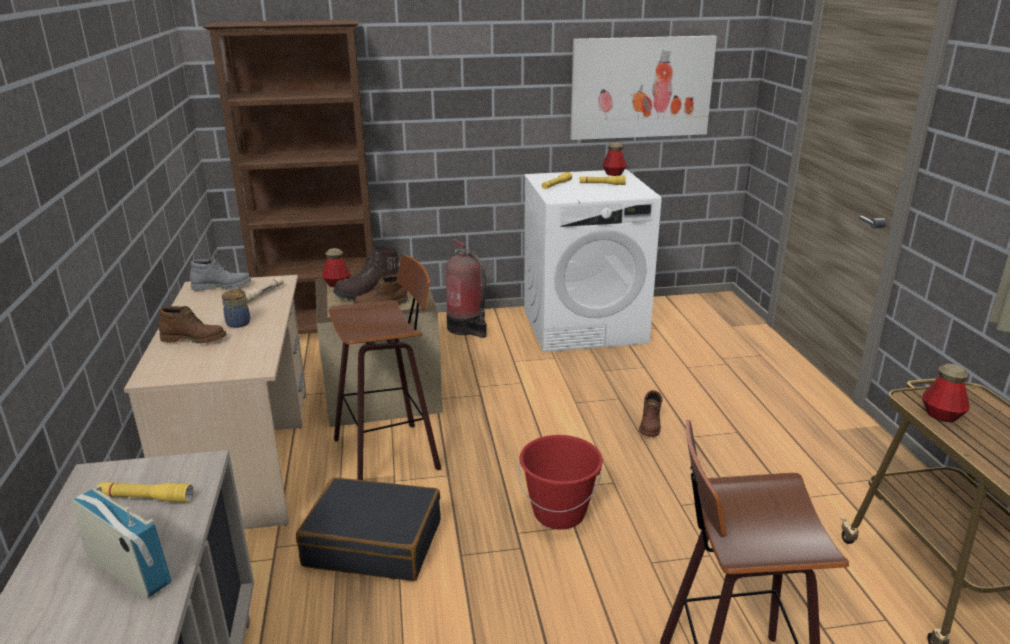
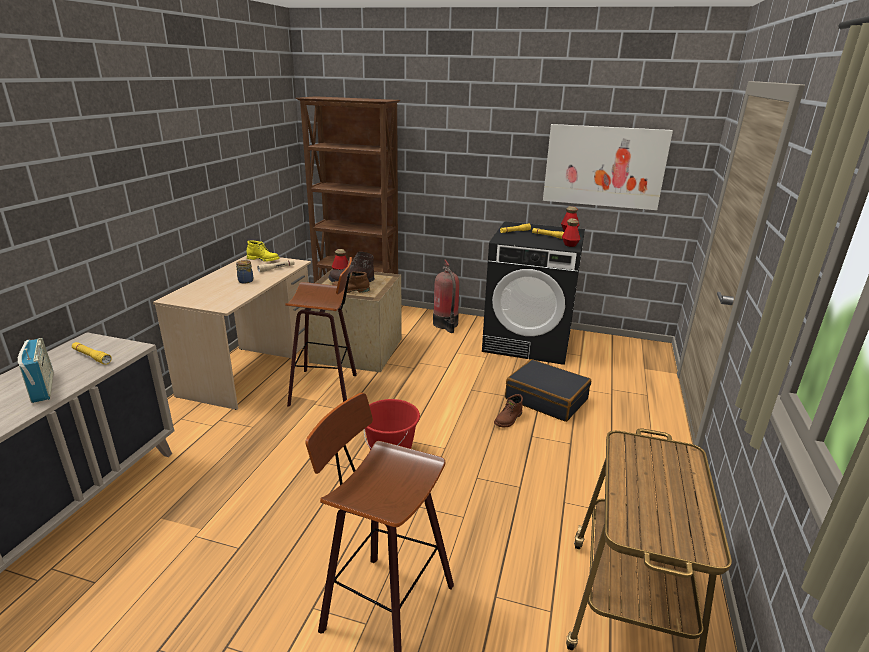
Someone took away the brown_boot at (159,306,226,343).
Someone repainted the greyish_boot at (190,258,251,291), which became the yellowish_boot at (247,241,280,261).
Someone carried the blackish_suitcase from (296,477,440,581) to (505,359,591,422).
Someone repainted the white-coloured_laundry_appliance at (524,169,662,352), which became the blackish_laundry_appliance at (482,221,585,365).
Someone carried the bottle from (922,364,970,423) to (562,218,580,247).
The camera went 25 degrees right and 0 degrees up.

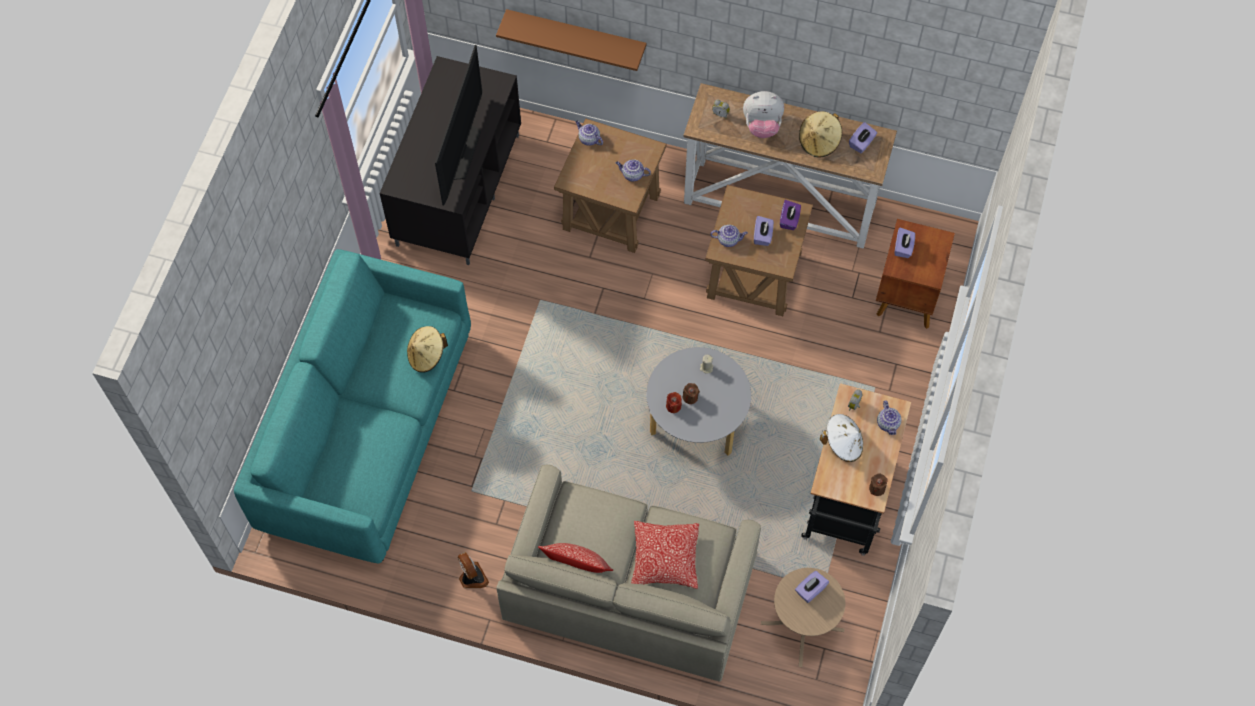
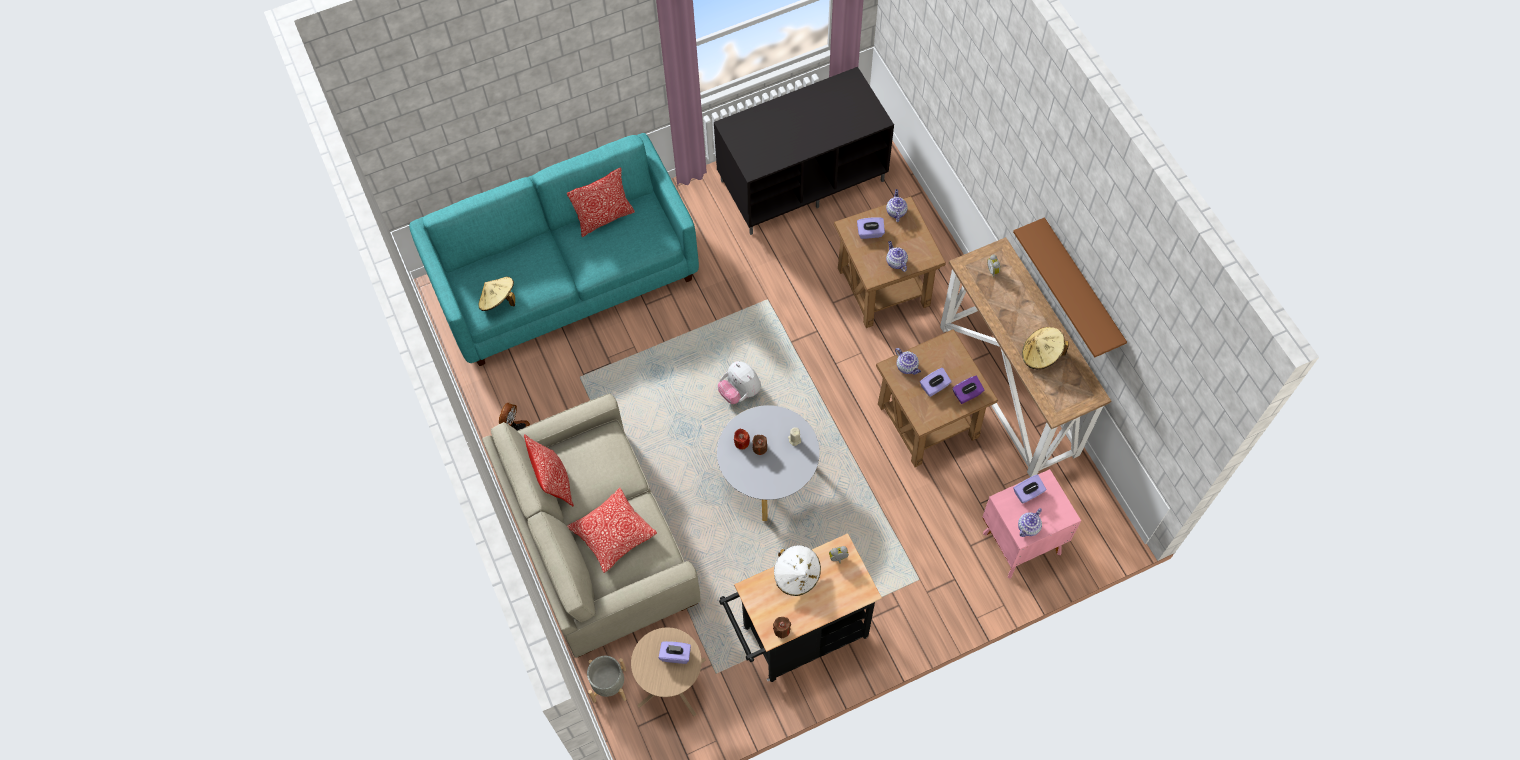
Someone carried the beige-coloured_clothing_hat from (407,326,448,373) to (478,276,515,311).
Someone took away the TV_set at (435,45,482,206).
Someone carried the brown_shelf from (496,9,647,71) to (1013,217,1127,358).
Someone carried the plush_toy from (743,91,784,138) to (718,361,761,404).
Someone carried the purple_tissue_box from (849,122,877,154) to (857,217,885,239).
Someone repainted the brown_bedside_table at (876,219,955,329), which became the pink_bedside_table at (982,469,1081,579).
Someone carried the teapot from (877,400,901,435) to (1018,508,1042,537).
Someone put down the cushion at (567,167,635,237).
Someone put down the greyish_plant_pot at (587,656,626,702).
The camera went 50 degrees right and 0 degrees up.

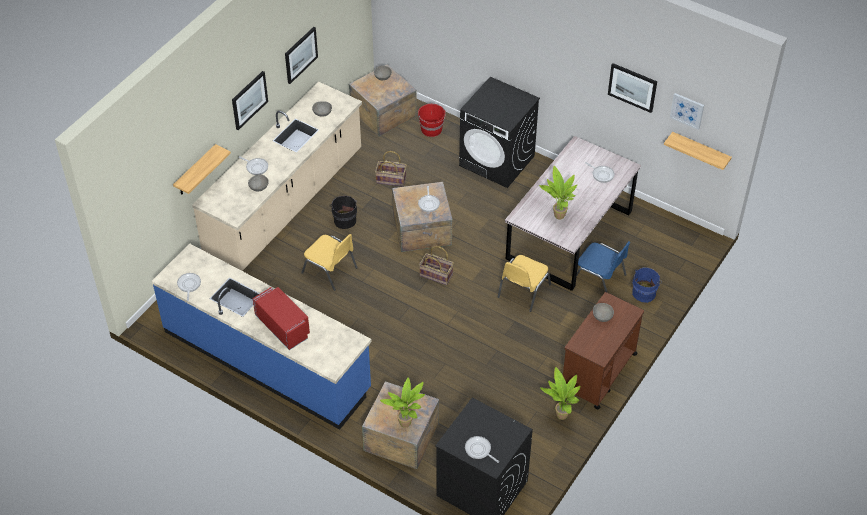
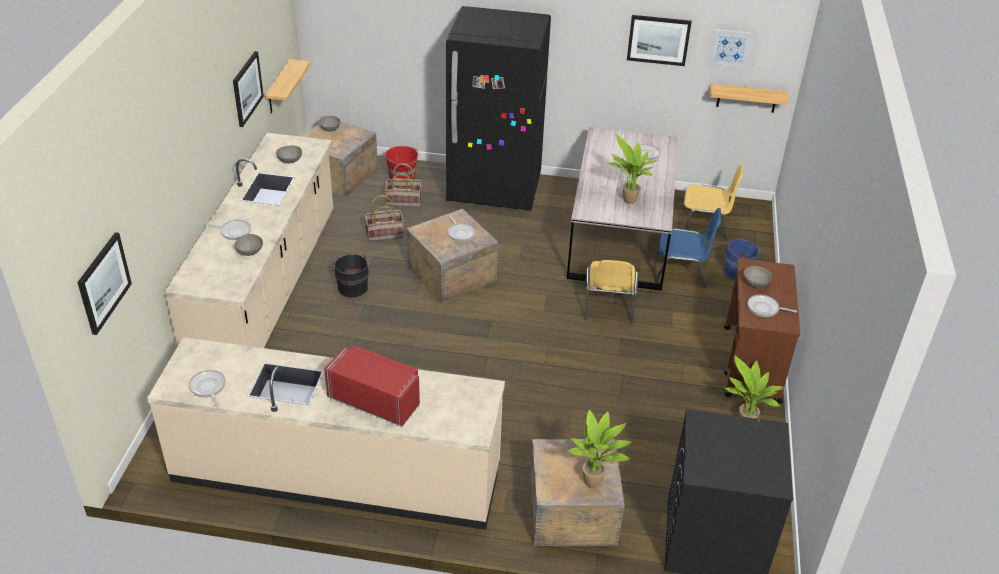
Someone repainted the blue_counter at (152,243,372,430), which became the beige-coloured_counter at (147,337,505,530).
Someone carried the shelf from (173,144,231,195) to (265,59,310,113).
Someone carried the picture from (232,71,268,130) to (77,232,132,335).
Someone carried the yellowish_upright_chair from (301,234,358,291) to (681,164,744,240).
Someone carried the household_basket from (419,246,454,285) to (385,163,422,207).
Someone swapped the blackish_laundry_appliance at (459,77,540,188) for the blackish_fridge at (446,6,551,211).
Someone carried the frying_pan from (465,436,499,463) to (747,295,797,317).
The camera went 25 degrees left and 10 degrees down.

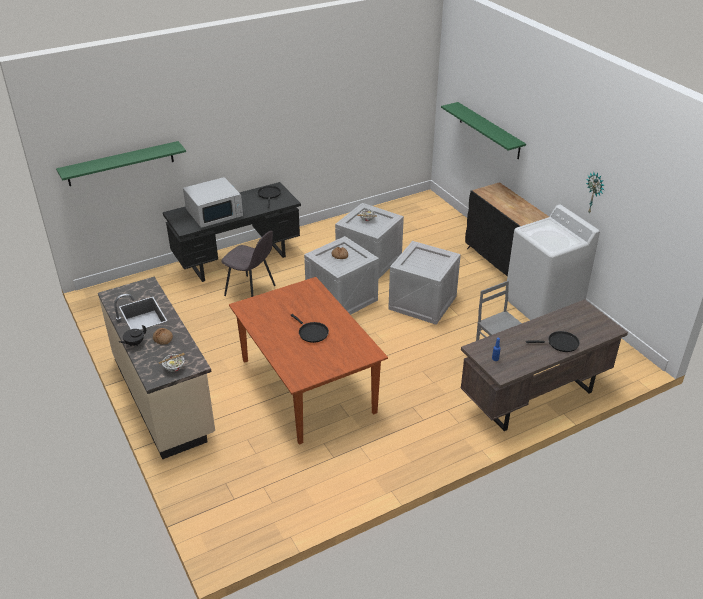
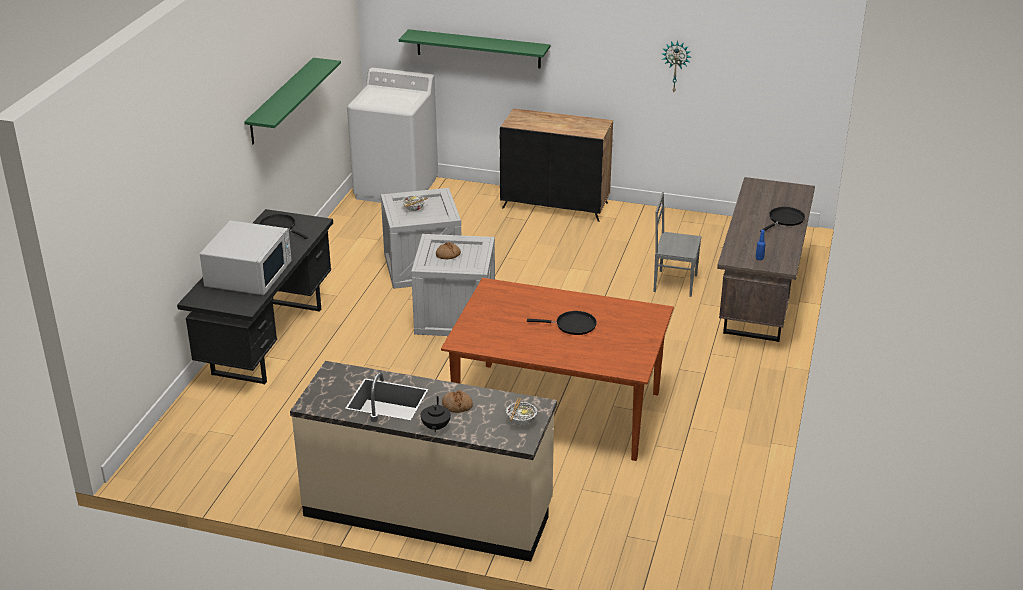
Someone carried the greenish_shelf from (56,141,186,186) to (244,58,341,144).
Someone took away the greyish_upright_chair at (221,231,276,297).
Someone took away the packing_crate at (388,241,461,325).
Someone carried the white-coloured_laundry_appliance from (507,205,600,320) to (347,68,438,203).
The camera went 45 degrees left and 5 degrees down.

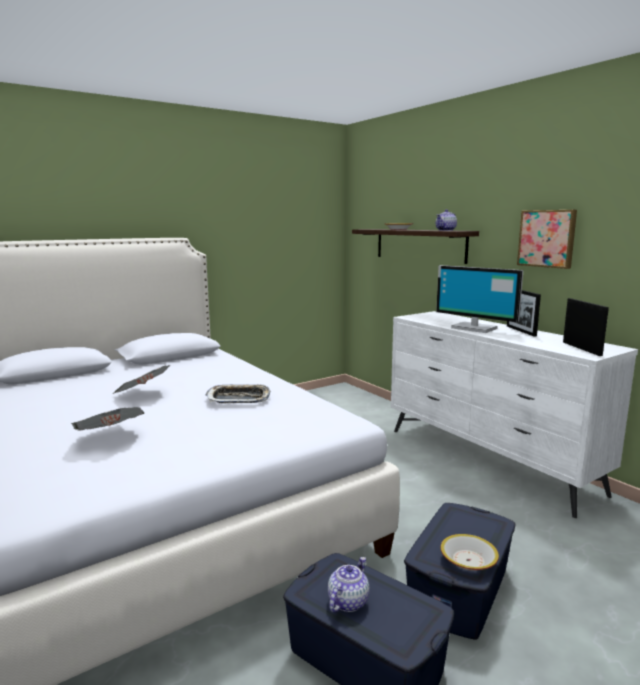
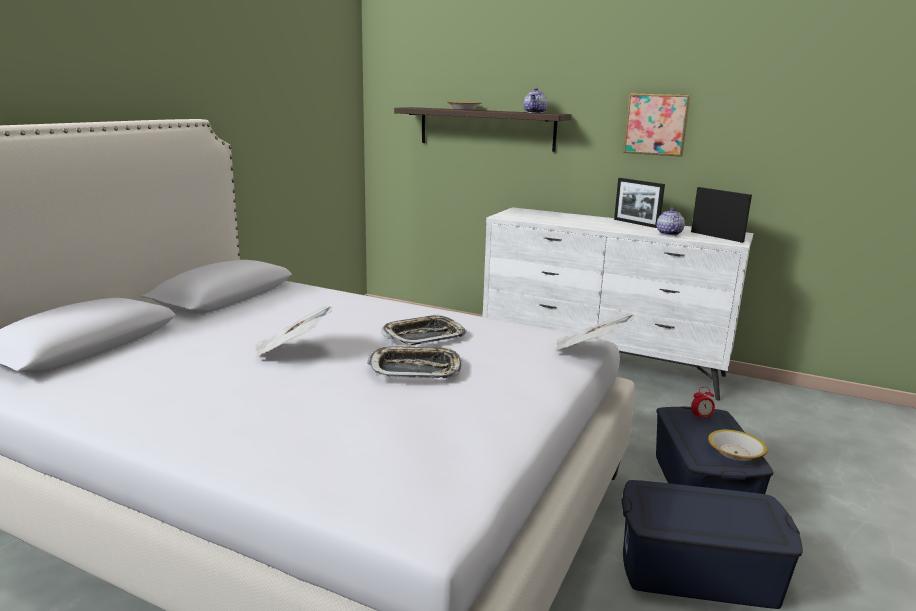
Someone carried the newspaper from (71,407,144,431) to (555,313,635,351).
Someone carried the teapot from (328,557,370,612) to (657,208,685,236).
Someone took away the computer_screen at (436,265,524,333).
Someone put down the carrying_tray at (367,346,462,379).
Someone put down the table_clock at (691,387,715,420).
The camera went 30 degrees left and 5 degrees up.

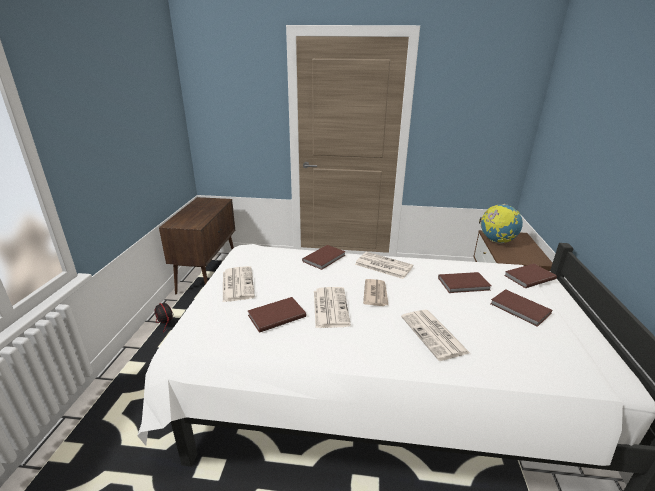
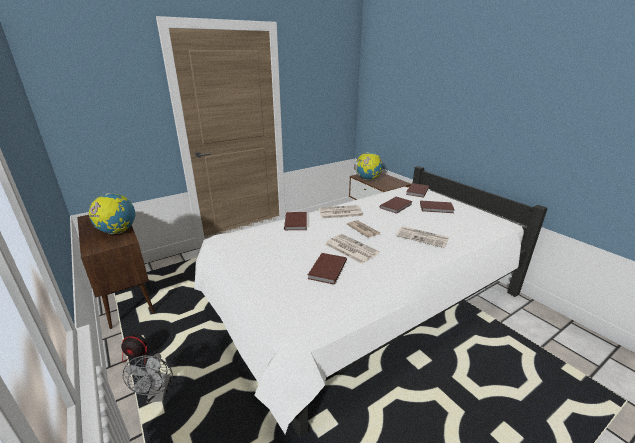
Someone took away the newspaper at (223,266,255,302).
Someone put down the globe at (89,193,135,234).
Someone put down the greyish_cooling_fan at (122,353,173,403).
The camera went 40 degrees left and 0 degrees up.

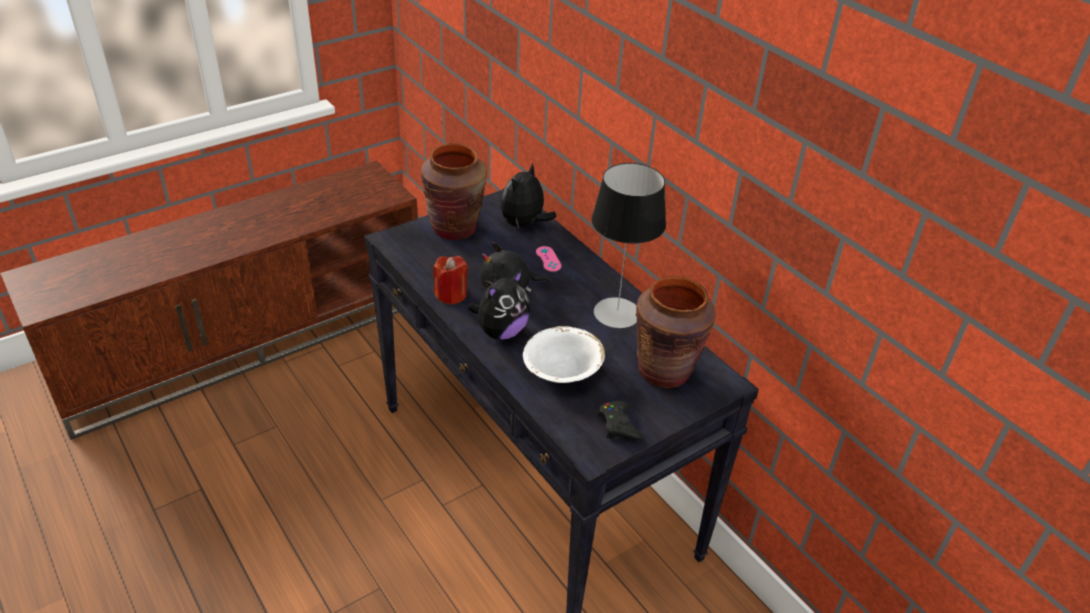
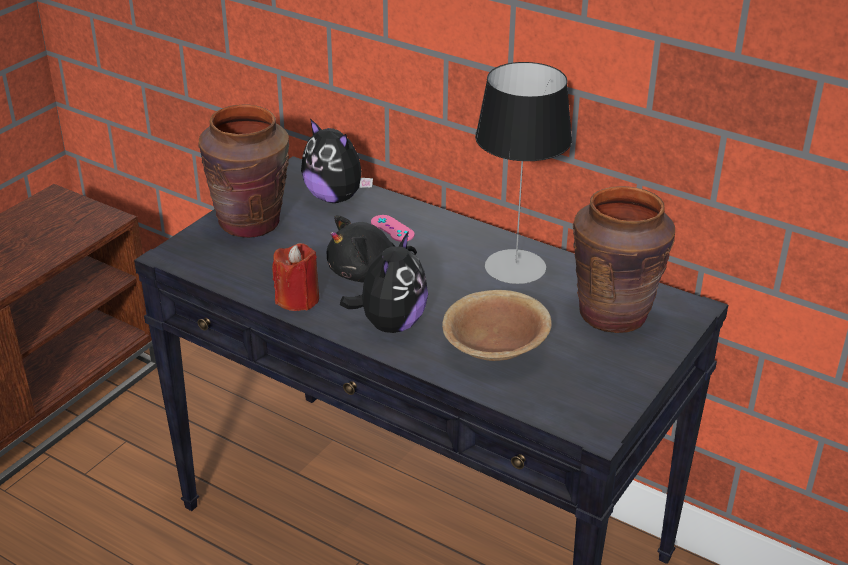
Someone rotated the plush_toy at (501,162,557,228) by 60 degrees counterclockwise.
Someone repainted the white-coloured_deep_dish at (523,326,605,383), which became the brown_deep_dish at (442,290,552,361).
Someone took away the blackish_game_controller at (598,401,644,440).
The camera went 20 degrees left and 5 degrees down.

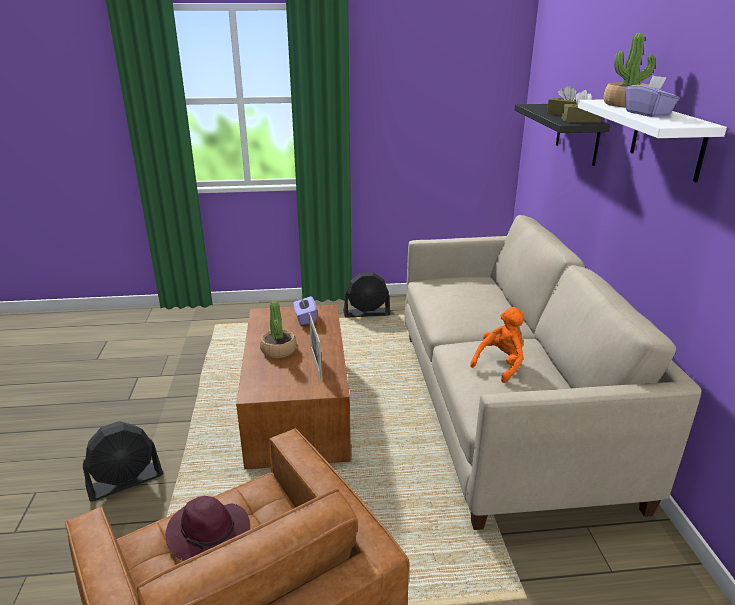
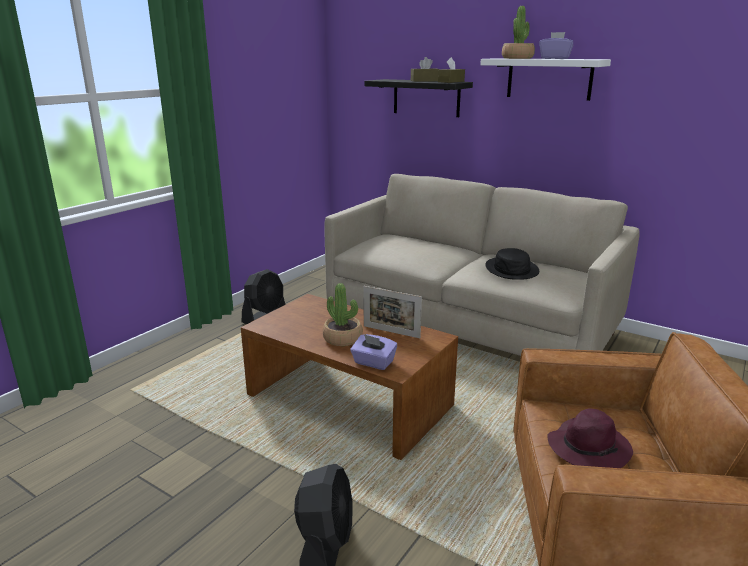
Someone carried the purple_tissue_box from (294,296,317,325) to (350,334,397,370).
Someone swapped the orange-coloured_plush_toy at (470,307,524,383) for the blackish_clothing_hat at (485,248,539,280).
The camera went 50 degrees left and 5 degrees down.

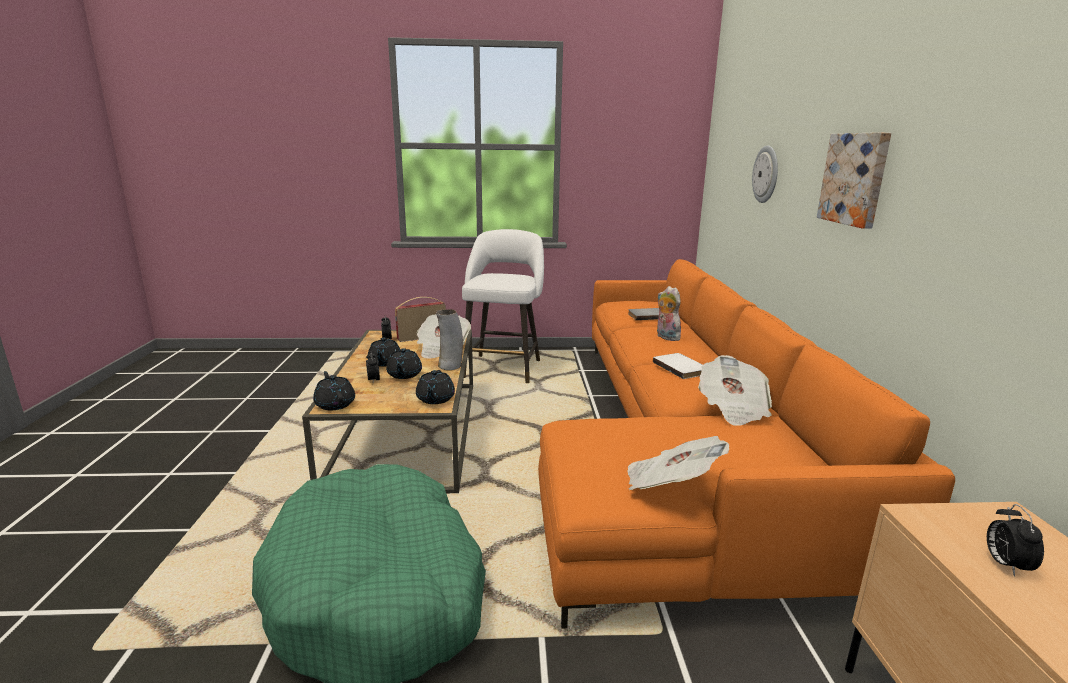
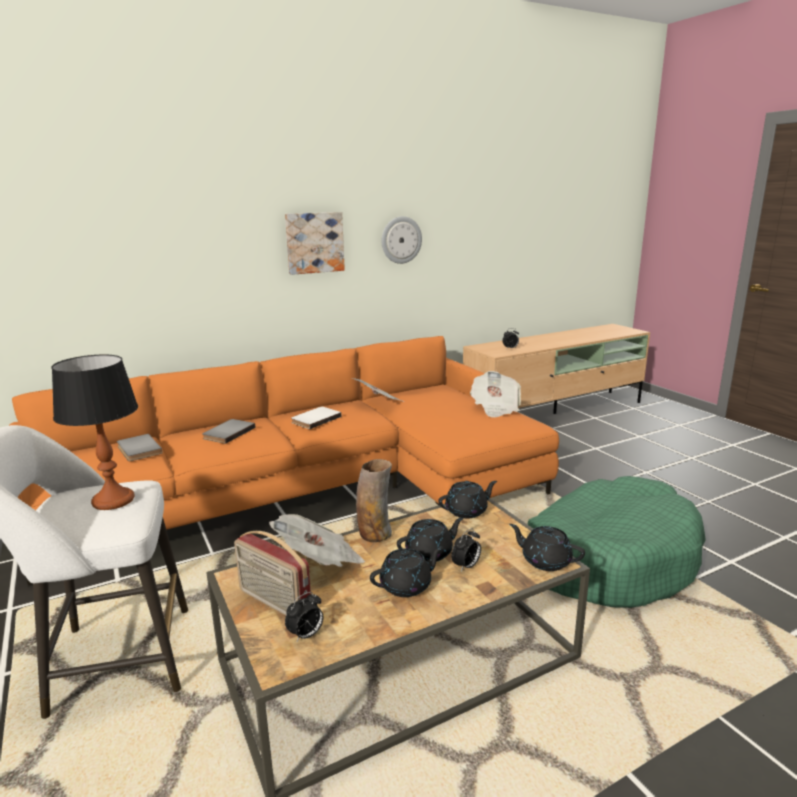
Someone rotated the blackish_teapot at (313,371,355,410) by 90 degrees clockwise.
Someone swapped the plush_toy at (657,286,681,341) for the greyish_book at (202,419,255,444).
Someone carried the wall_clock from (752,145,778,203) to (382,216,422,264).
Someone put down the tabletop_lamp at (51,355,138,510).
The camera went 115 degrees left and 0 degrees up.

